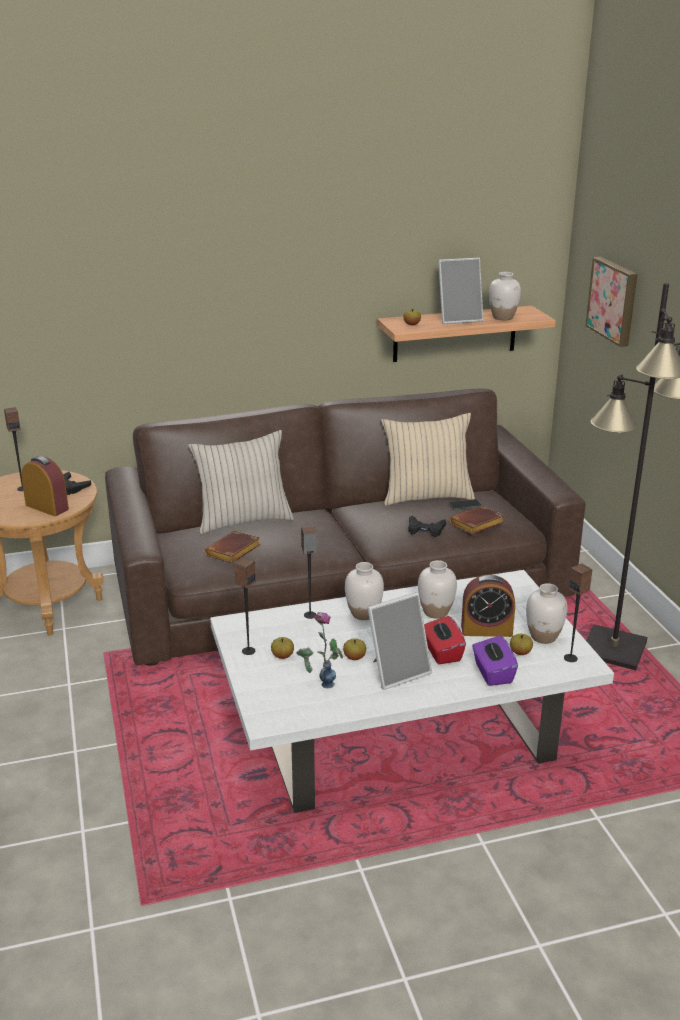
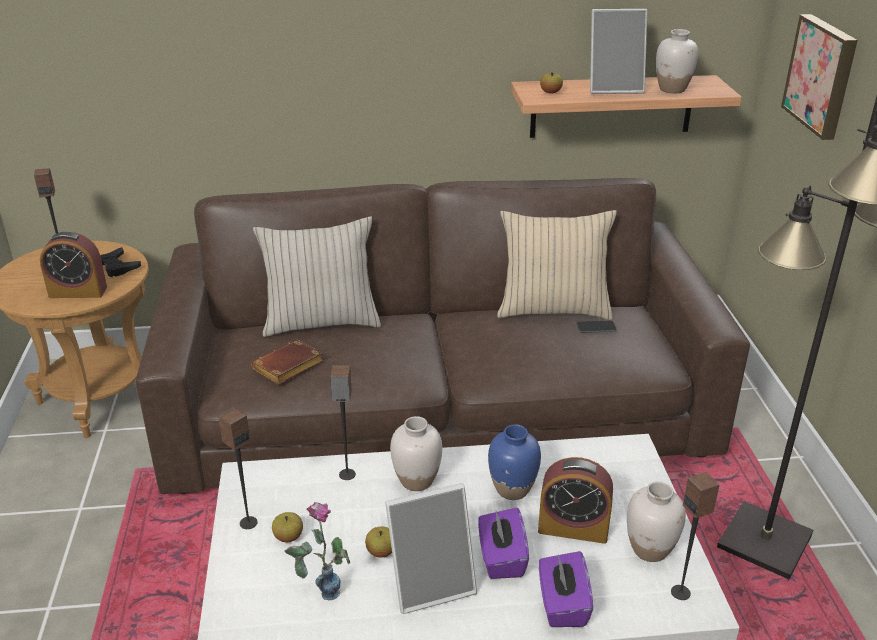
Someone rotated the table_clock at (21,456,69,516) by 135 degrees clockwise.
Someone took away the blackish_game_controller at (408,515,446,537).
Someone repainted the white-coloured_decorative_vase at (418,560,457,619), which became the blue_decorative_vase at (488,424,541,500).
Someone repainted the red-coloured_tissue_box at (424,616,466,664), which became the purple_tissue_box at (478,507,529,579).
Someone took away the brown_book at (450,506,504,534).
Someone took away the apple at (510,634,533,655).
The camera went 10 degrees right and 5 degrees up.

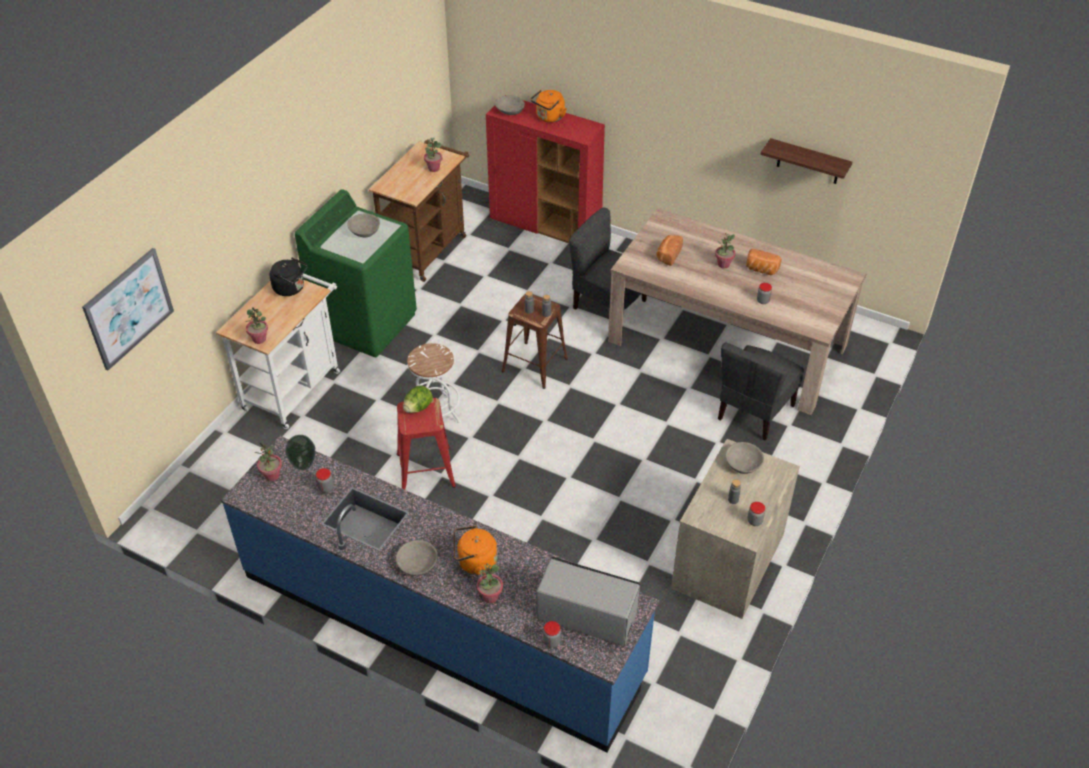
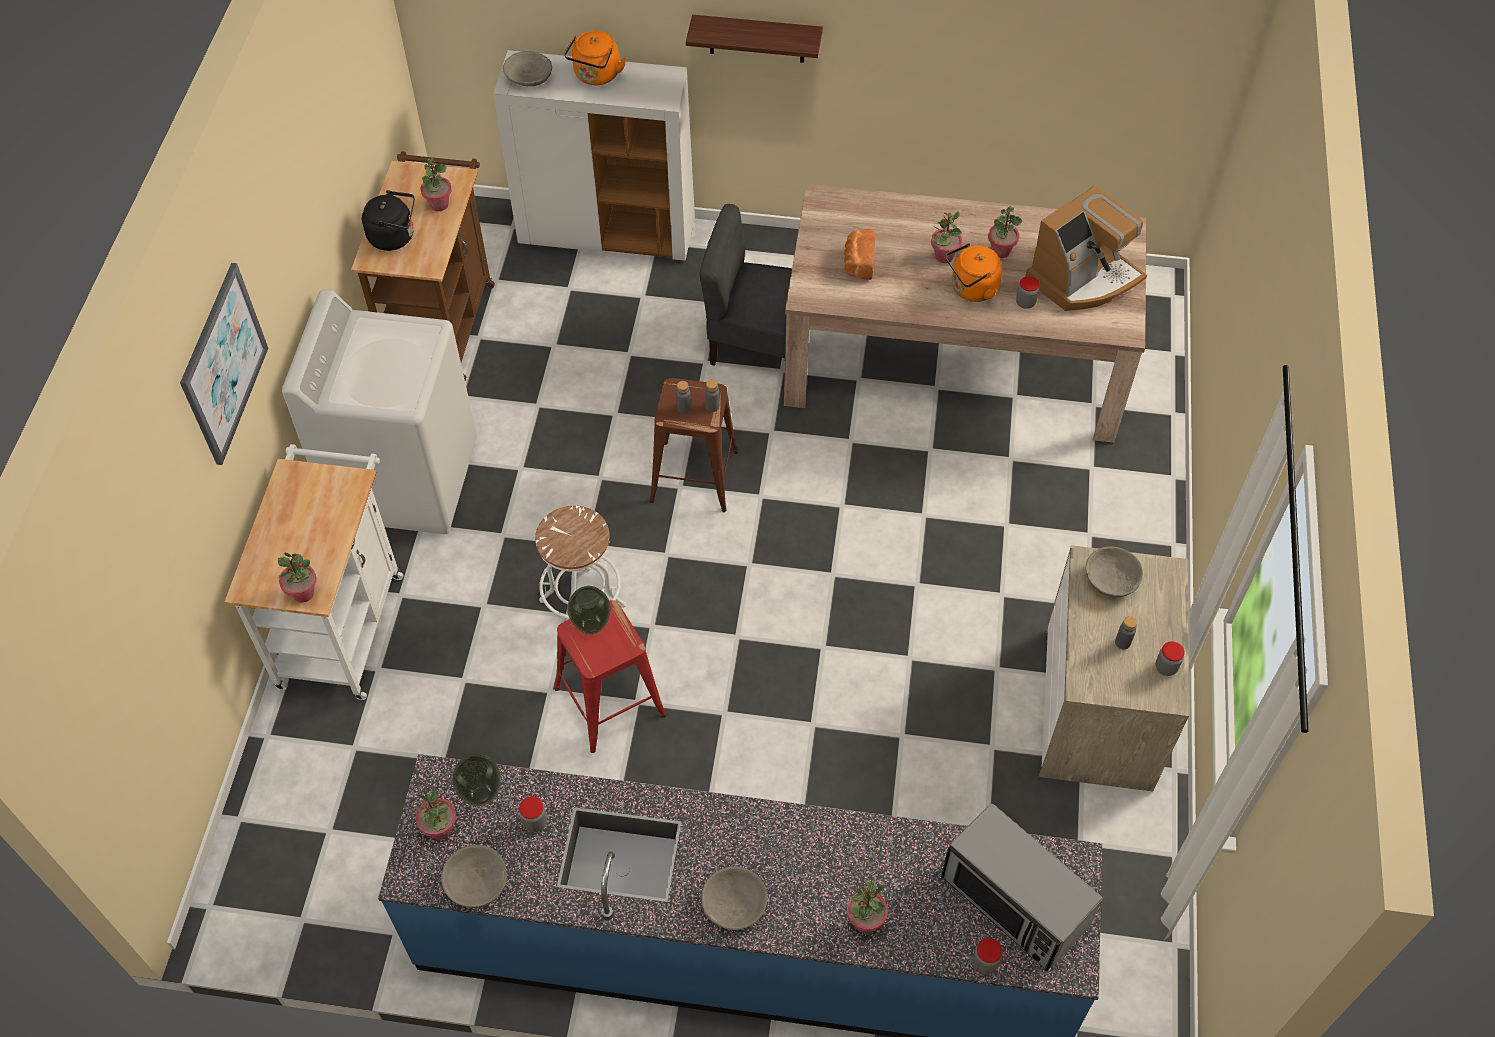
Someone carried the picture from (82,248,174,370) to (180,263,268,465).
Someone carried the blackish_water_kettle from (270,258,308,296) to (362,190,415,251).
Someone repainted the greenish_laundry_appliance at (295,190,417,357), which became the white-coloured_laundry_appliance at (282,289,477,534).
Someone carried the greyish_deep_dish from (347,214,380,237) to (441,845,507,908).
Someone swapped the head_of_lettuce at (403,386,433,413) for the decorative_vase at (567,586,611,634).
Someone carried the orange-coloured_water_kettle from (454,526,498,575) to (945,243,1002,302).
Someone repainted the red-coloured_storage_cabinet at (486,95,605,243), which became the white-coloured_storage_cabinet at (493,50,695,261).
Someone rotated the kitchen_microwave at (536,557,640,646) by 135 degrees counterclockwise.
Someone took away the greyish_upright_chair at (718,342,804,441).
Someone swapped the baked_bread at (746,249,782,275) for the plant_in_a_pot at (988,206,1022,258).
Someone carried the shelf from (760,138,853,184) to (686,15,823,63).
Someone put down the coffee_brewer at (1025,186,1147,311).
The camera went 20 degrees left and 10 degrees up.

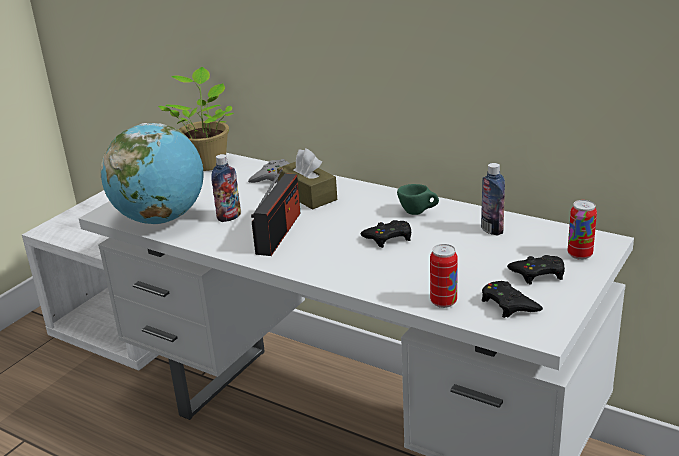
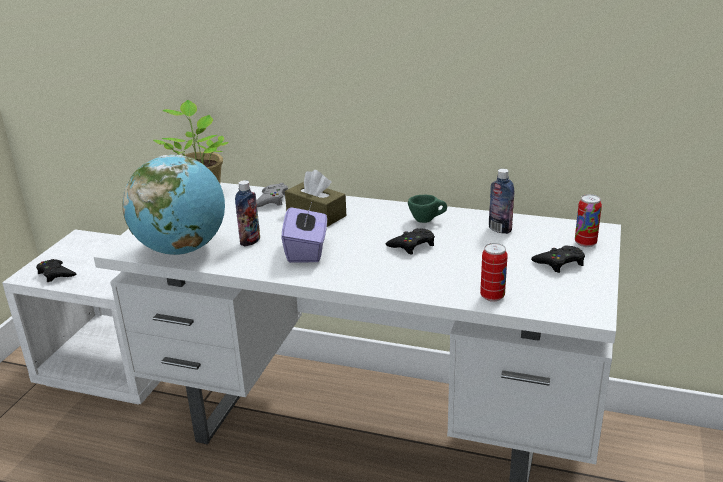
Someone swapped the radio_receiver at (251,168,301,256) for the purple_tissue_box at (282,201,327,263).
Someone carried the blackish_game_controller from (482,281,543,318) to (36,259,77,282).
The camera went 15 degrees left and 0 degrees up.

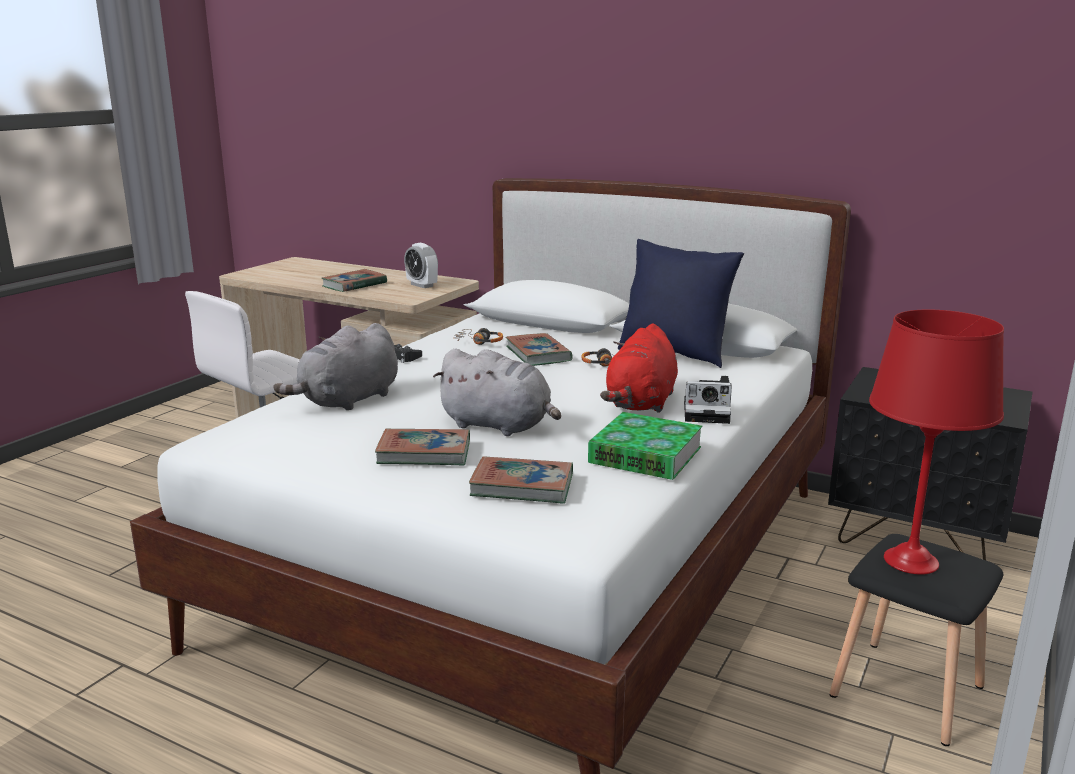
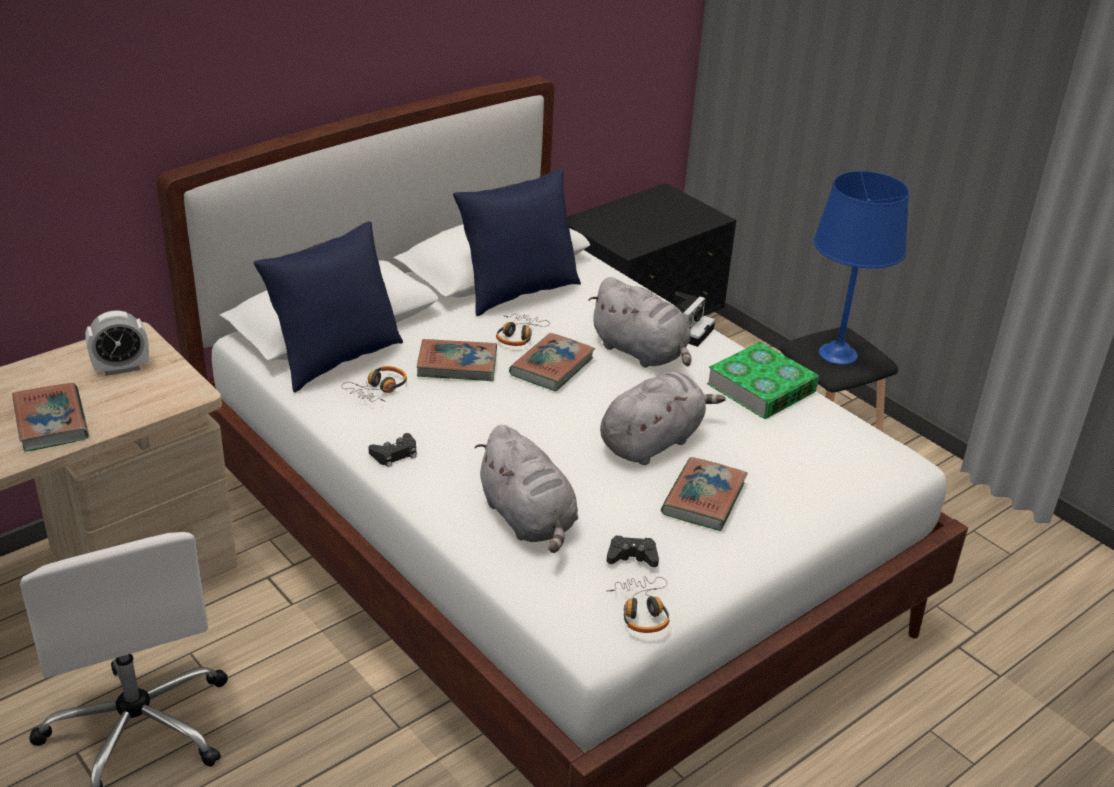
Someone carried the book from (469,456,573,504) to (509,333,595,391).
Someone repainted the red-coloured_plush_toy at (600,324,678,413), which became the greyish_plush_toy at (588,277,691,368).
Someone repainted the red-coloured_tabletop_lamp at (869,310,1004,575), which became the blue_tabletop_lamp at (813,171,909,365).
Someone put down the blue_cushion at (253,221,403,392).
Someone put down the blackish_game_controller at (606,536,659,567).
Someone put down the headset at (606,576,670,633).
The camera went 70 degrees left and 15 degrees up.

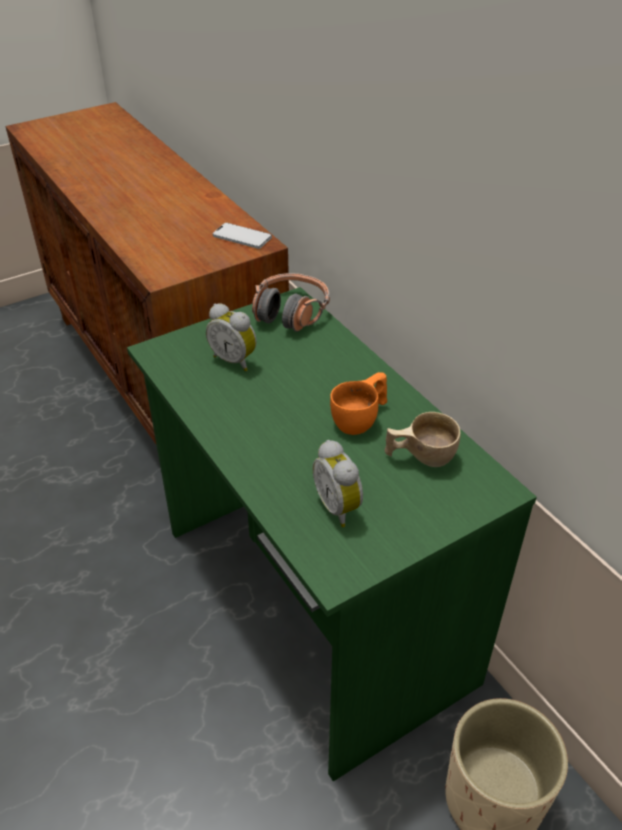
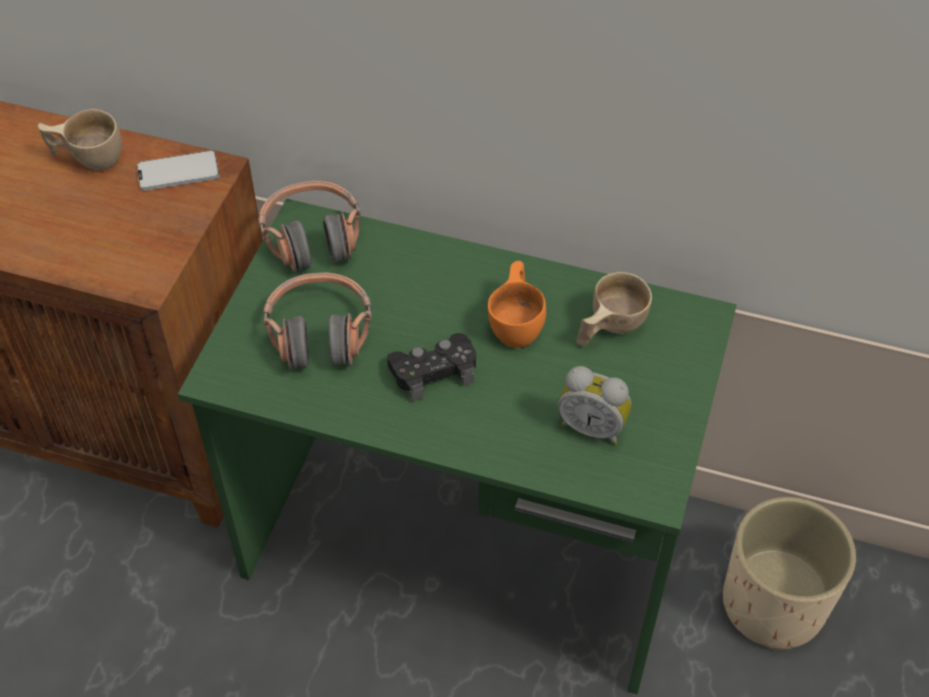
Someone swapped the table_clock at (206,303,257,371) for the headset at (263,273,372,370).
Someone put down the beige-coloured_cup at (38,109,122,170).
Someone put down the blackish_game_controller at (387,333,476,401).
The camera went 40 degrees left and 10 degrees up.

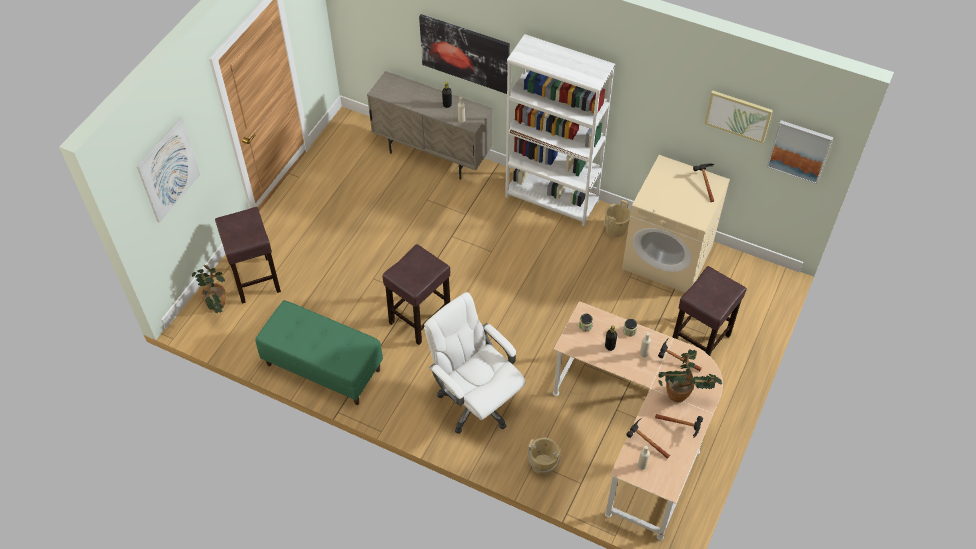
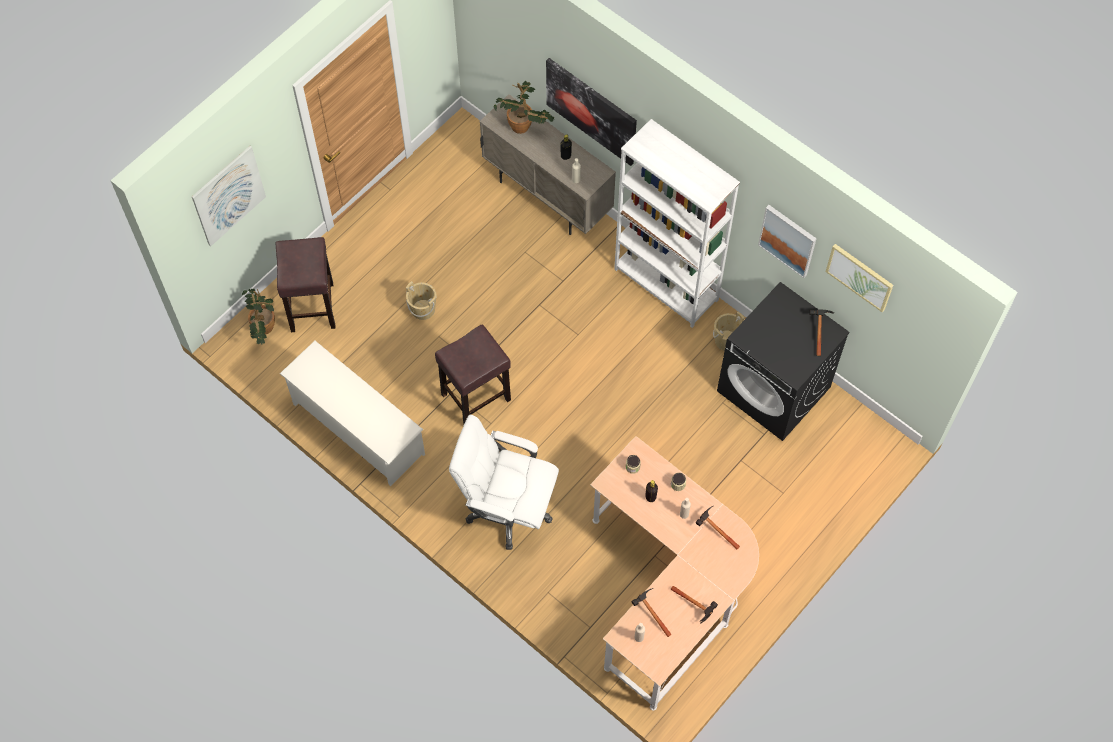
Someone swapped the greenish_indoor_bench at (255,300,383,405) for the white-coloured_shoe_stand at (280,341,425,486).
Someone rotated the white-coloured_desk_chair at (424,292,526,434) by 45 degrees counterclockwise.
Someone carried the beige-coloured_pail from (528,438,561,475) to (406,281,436,320).
Someone repainted the beige-coloured_laundry_appliance at (622,155,730,293), which became the blackish_laundry_appliance at (717,282,850,441).
Someone carried the plant_in_a_pot from (659,349,722,403) to (494,81,554,134).
Someone took away the brown_sitting_stool at (672,266,747,356).
Someone carried the picture from (767,120,833,184) to (758,205,817,278).
The camera went 15 degrees right and 10 degrees up.

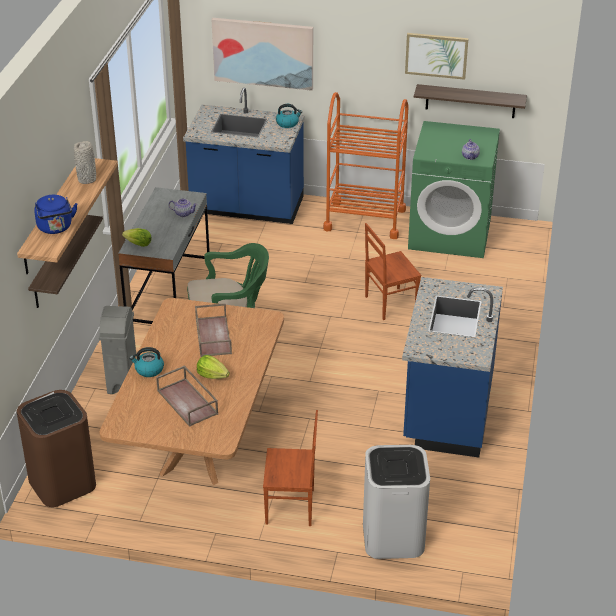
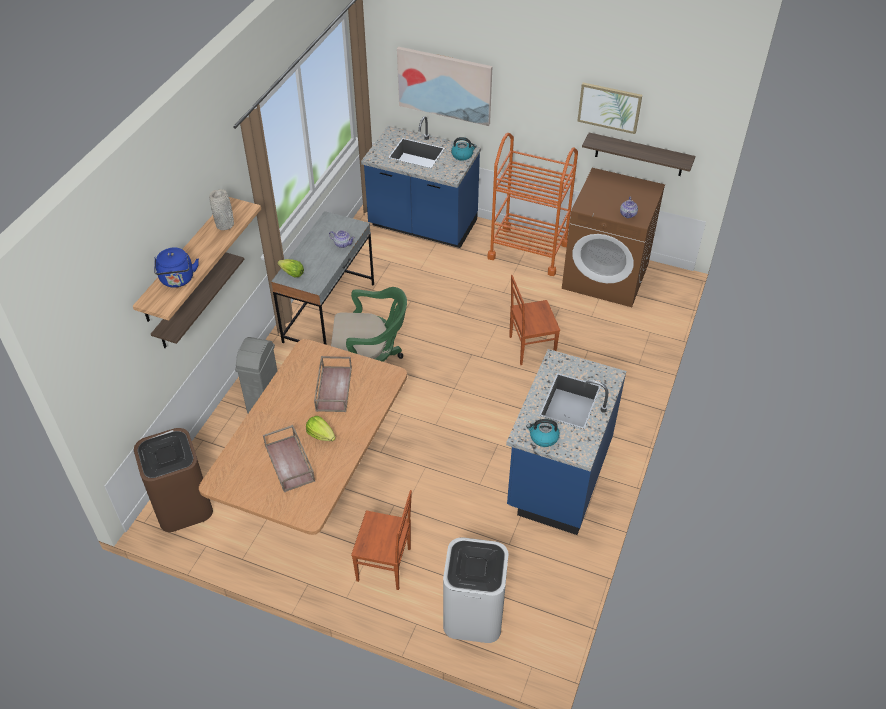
Someone carried the water_kettle from (129,347,164,377) to (526,419,560,447).
Someone repainted the greenish_laundry_appliance at (408,121,500,258), which became the brown_laundry_appliance at (562,168,665,307).
The camera went 10 degrees right and 10 degrees up.

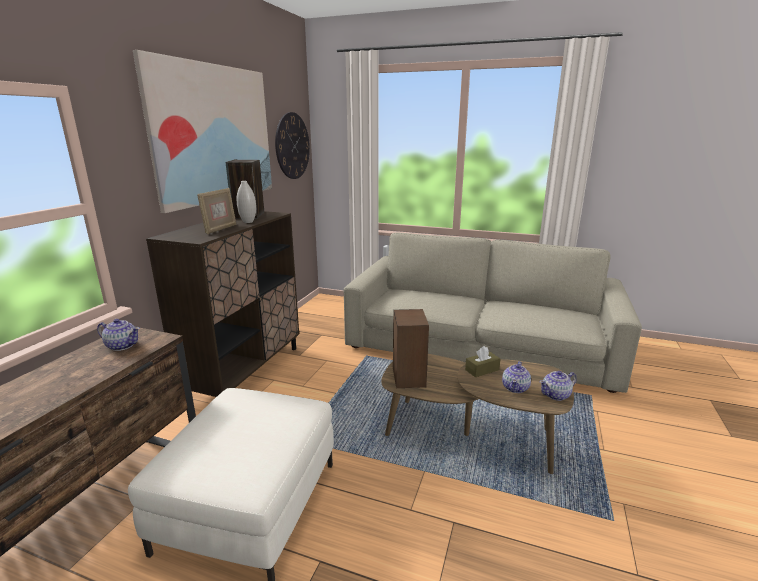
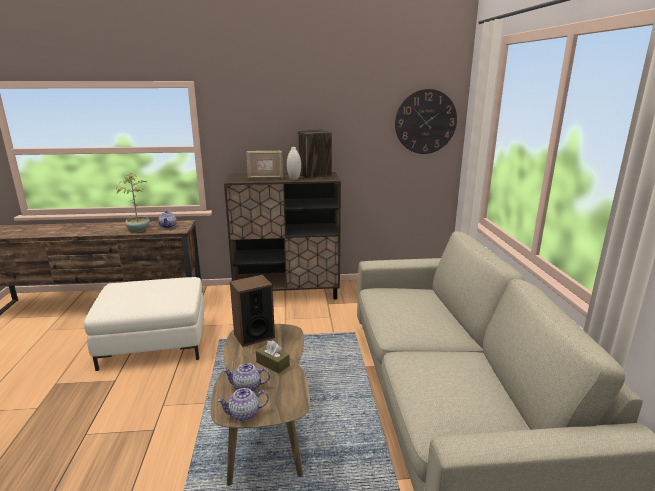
Someone took away the picture at (133,50,272,213).
Someone rotated the teapot at (539,371,577,401) by 60 degrees counterclockwise.
Someone put down the plant_in_a_pot at (114,173,150,232).
The camera went 65 degrees right and 0 degrees up.

